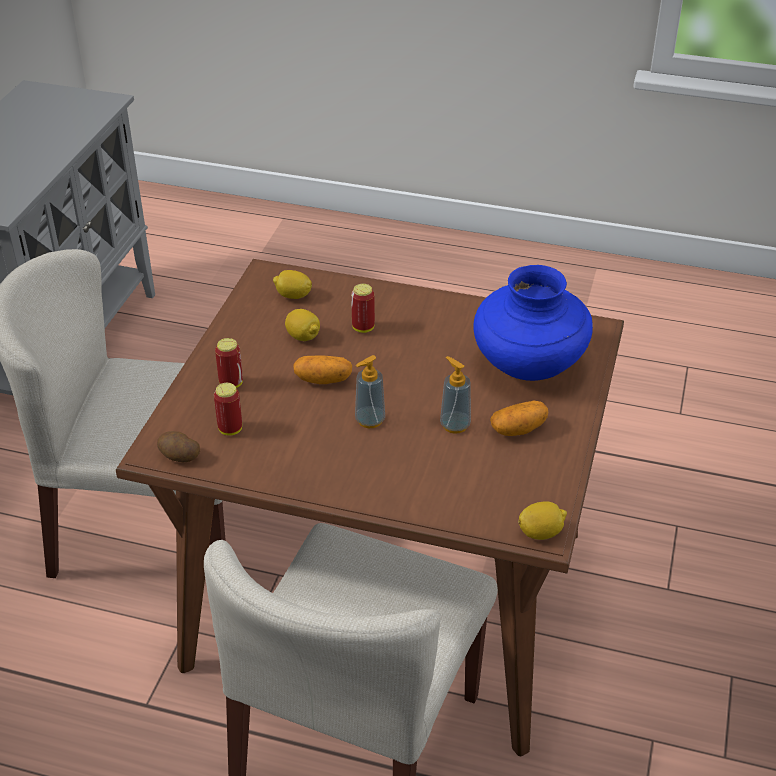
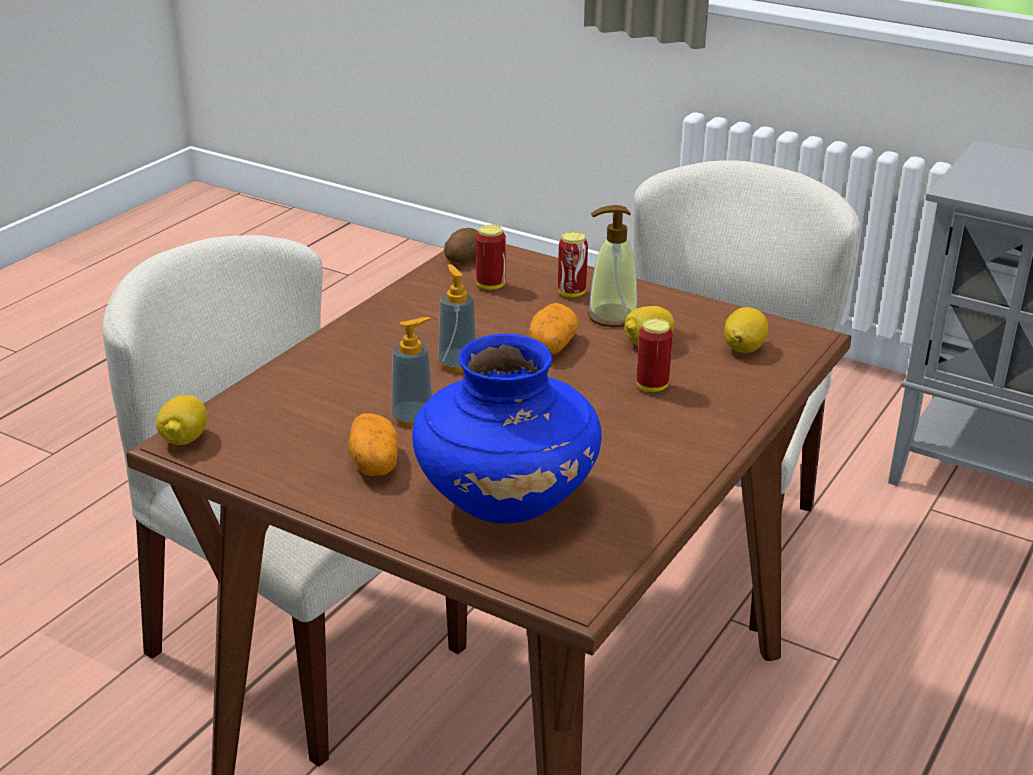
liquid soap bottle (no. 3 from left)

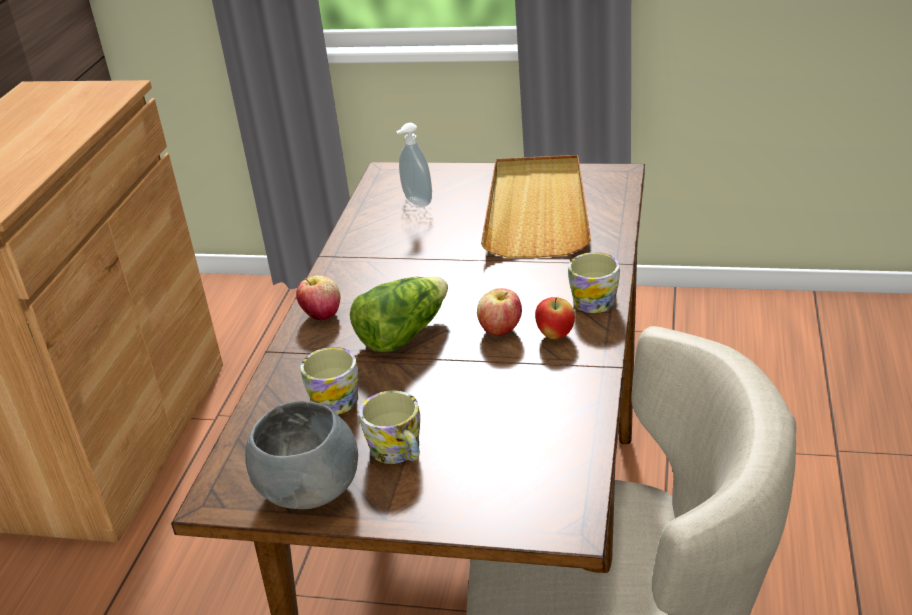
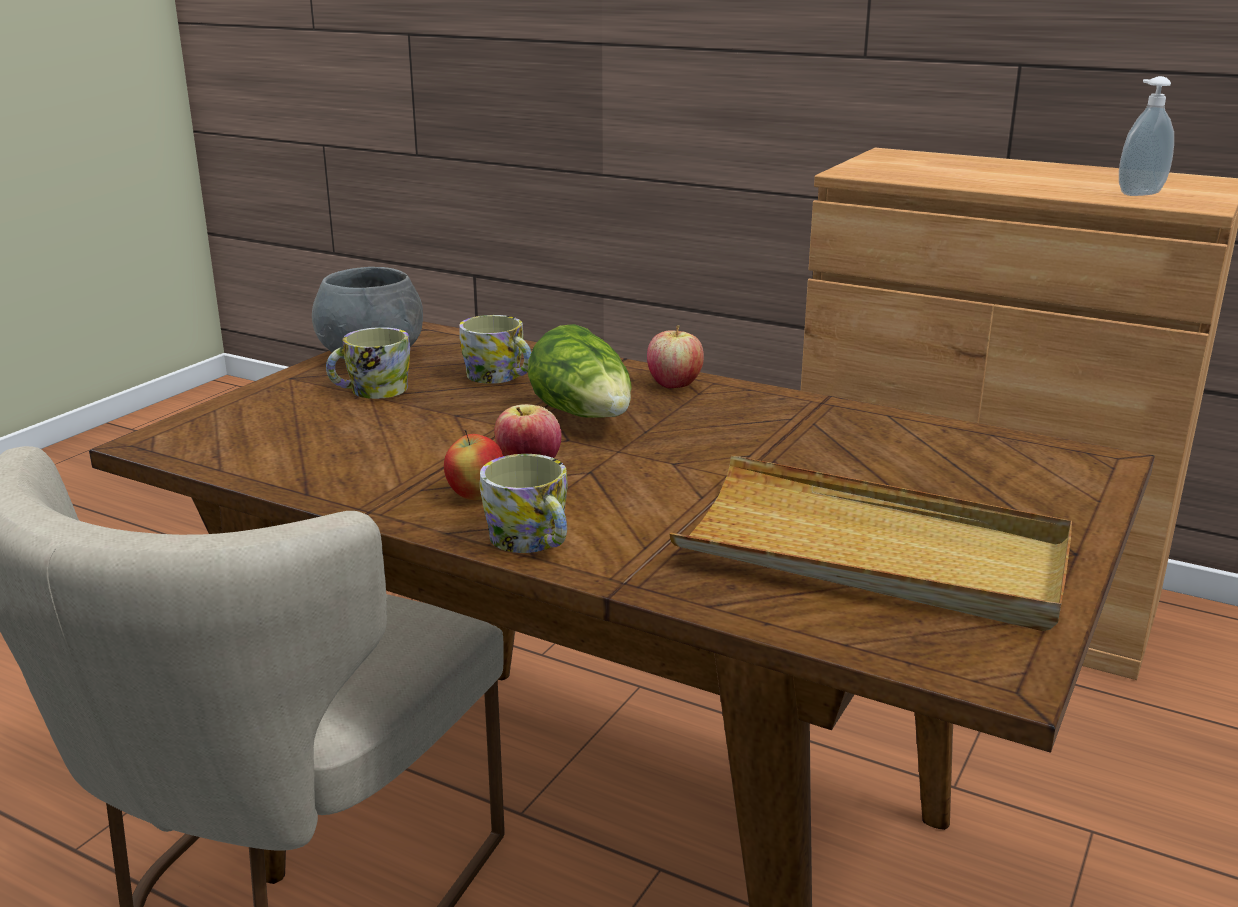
liquid soap bottle

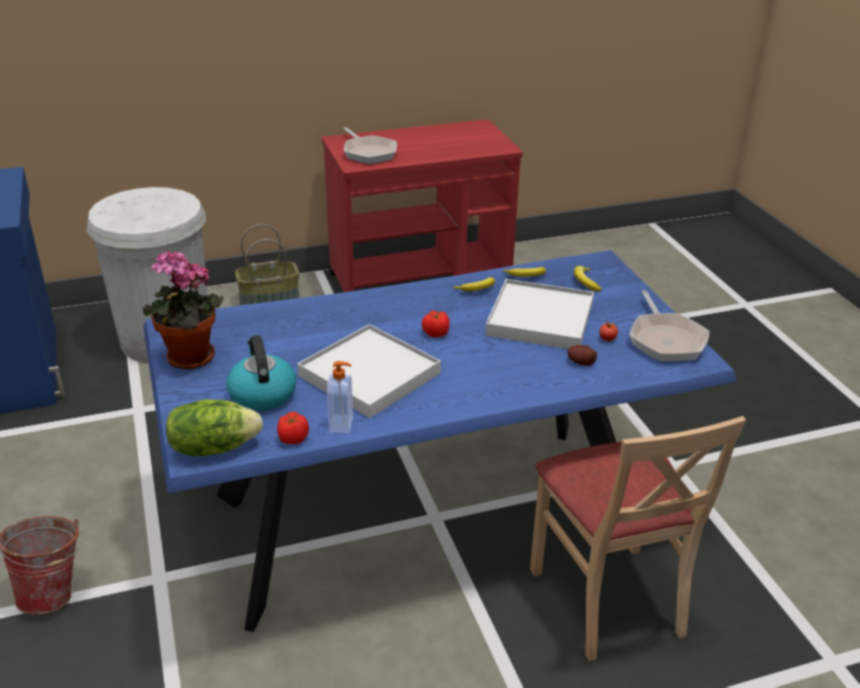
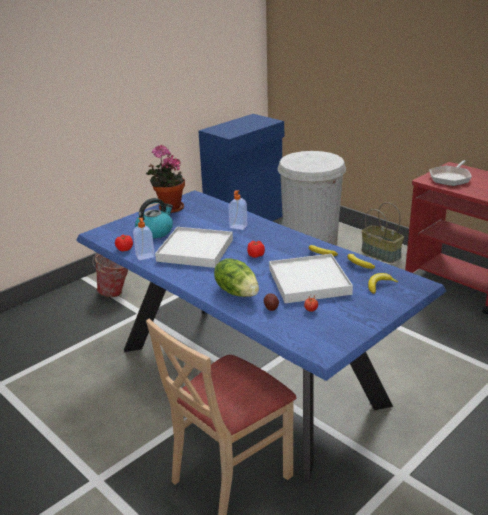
pan (no. 2 from left in the first image)
lettuce
liquid soap bottle (no. 2 from left)

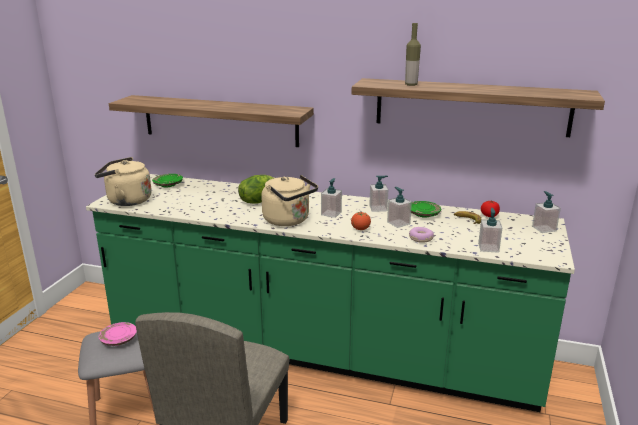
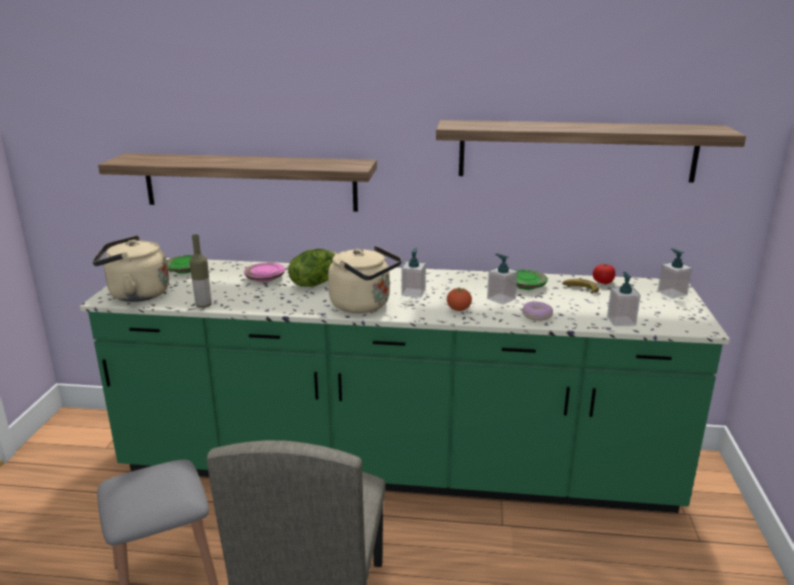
drink bottle
liquid soap bottle (no. 2 from left in the first image)
flat dish (pinkish)

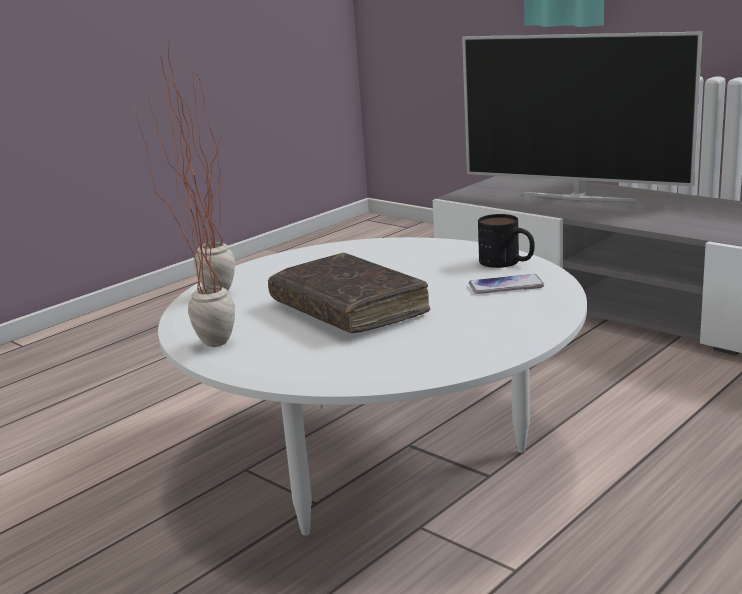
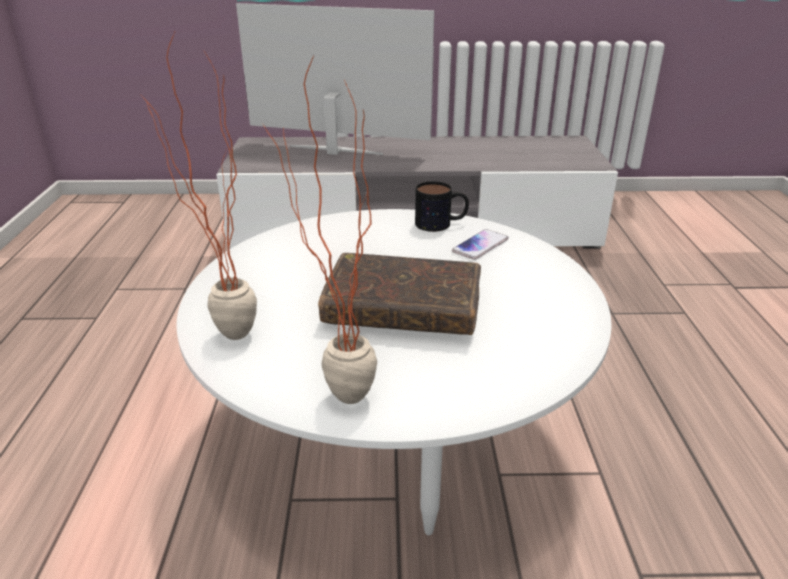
TV set

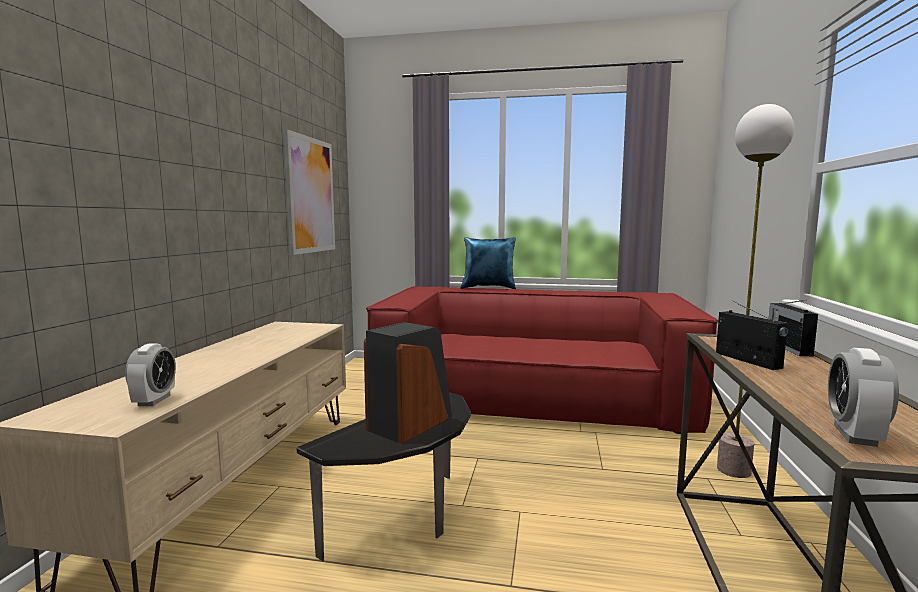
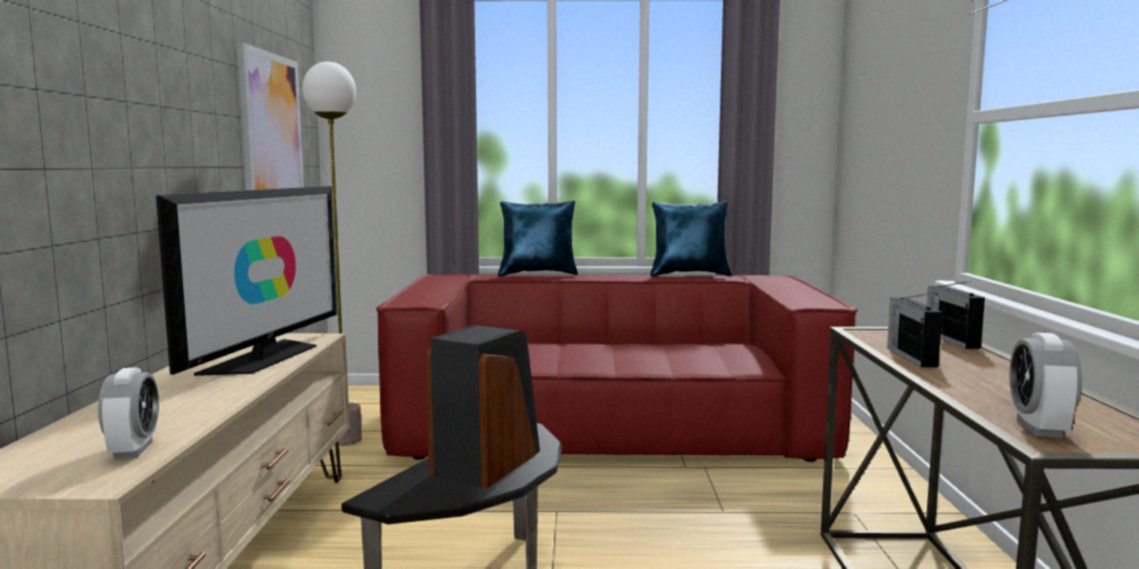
floor lamp
radio set (no. 1 from left)
TV set
pillow (bluish) (no. 2 from left)

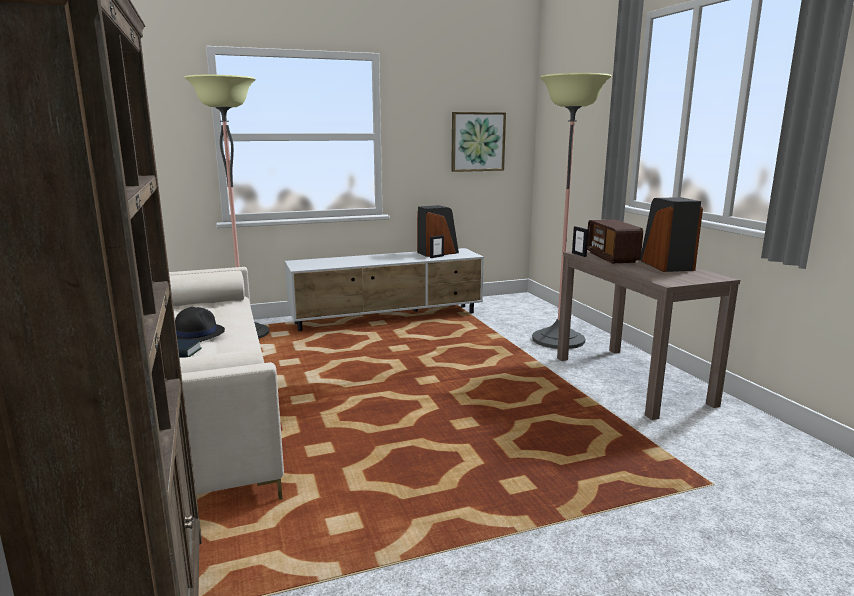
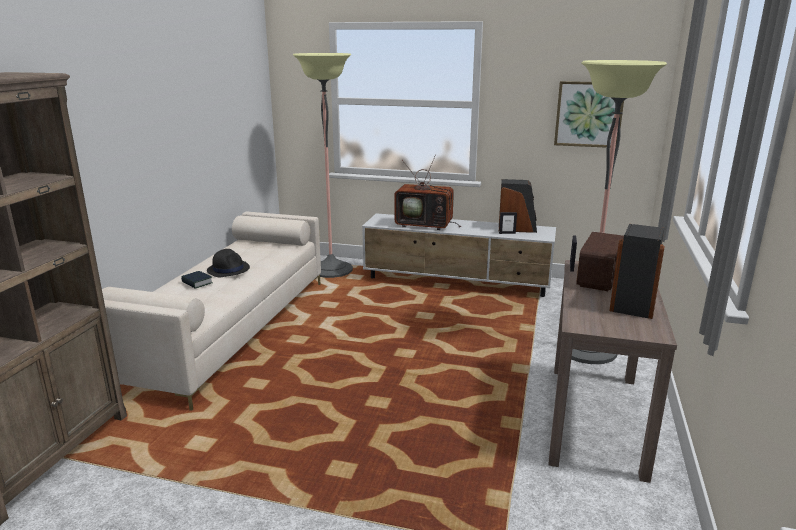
TV set

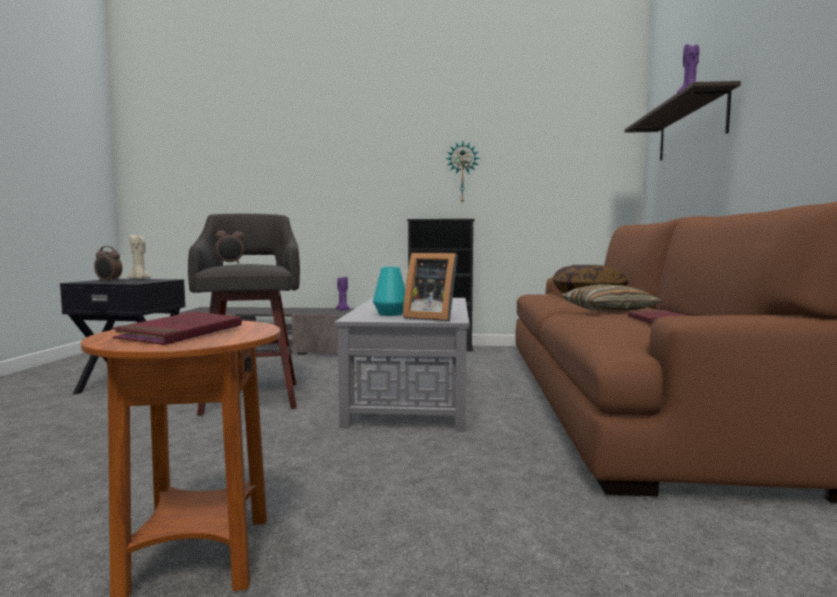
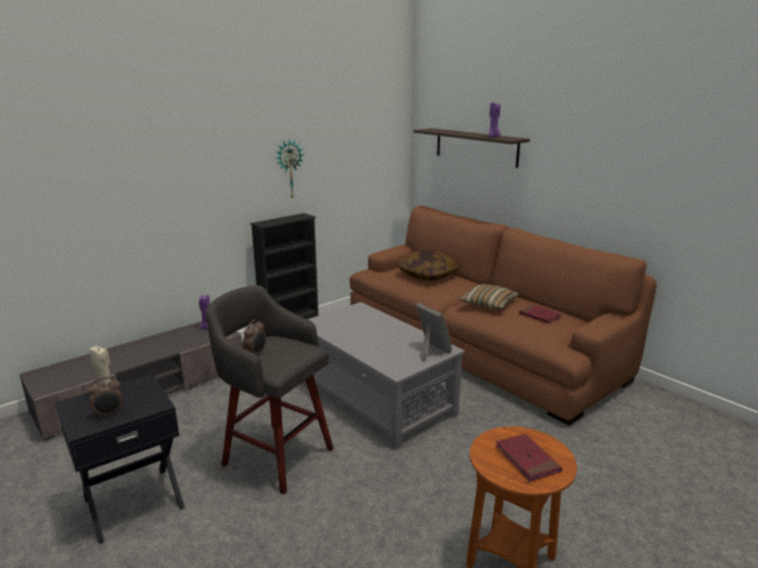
photo frame
decorative vase (turquoise)

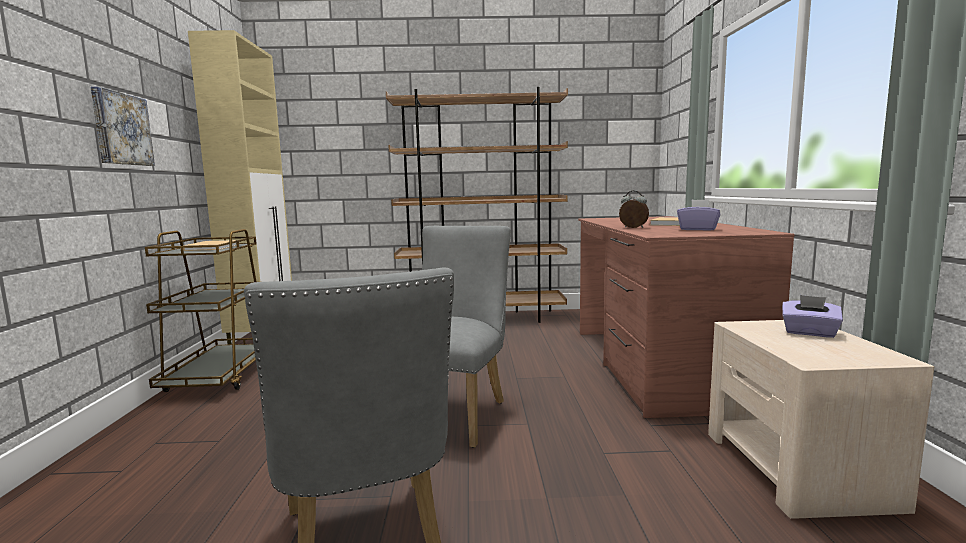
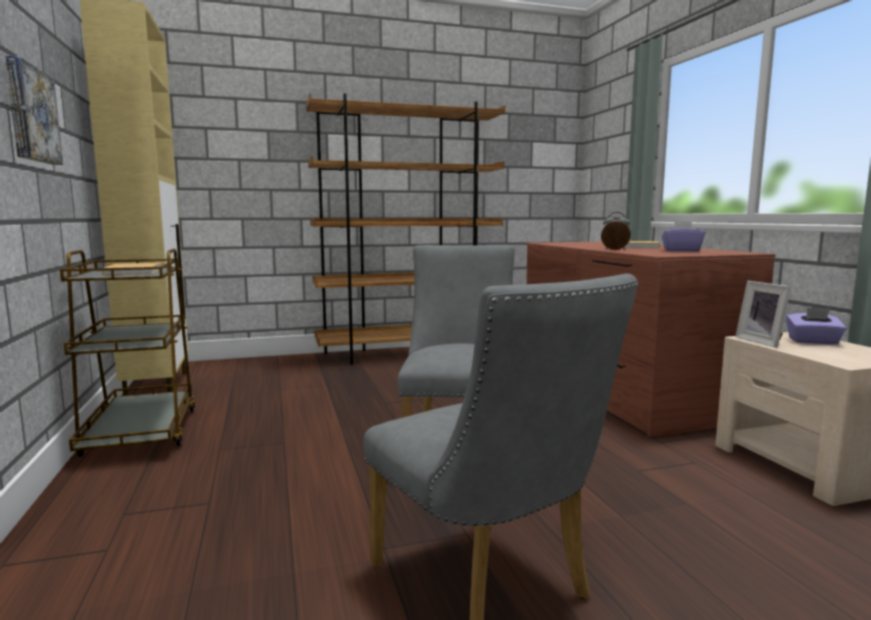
photo frame

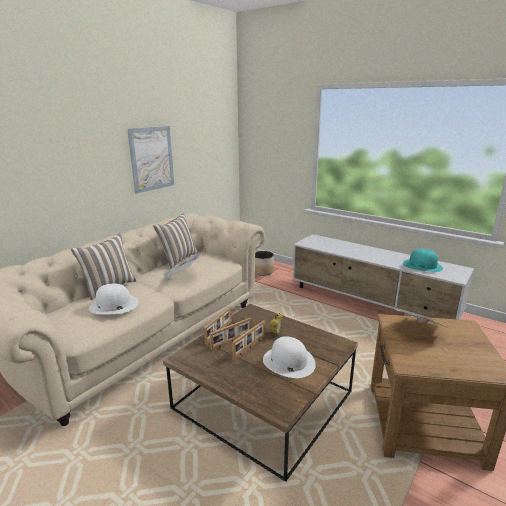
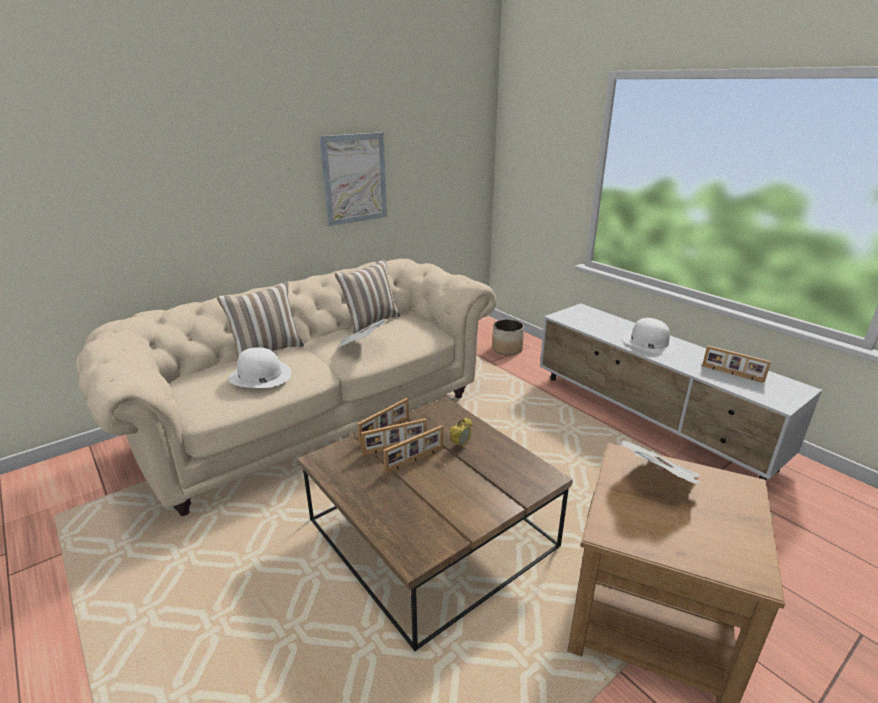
photo frame (no. 4 from left)
wearable hat (whitish) (no. 2 from left)

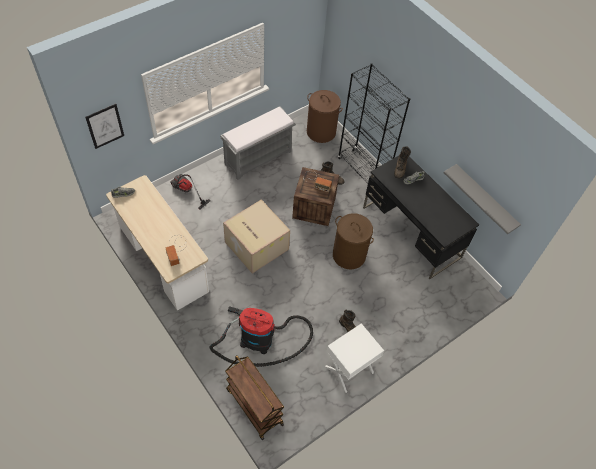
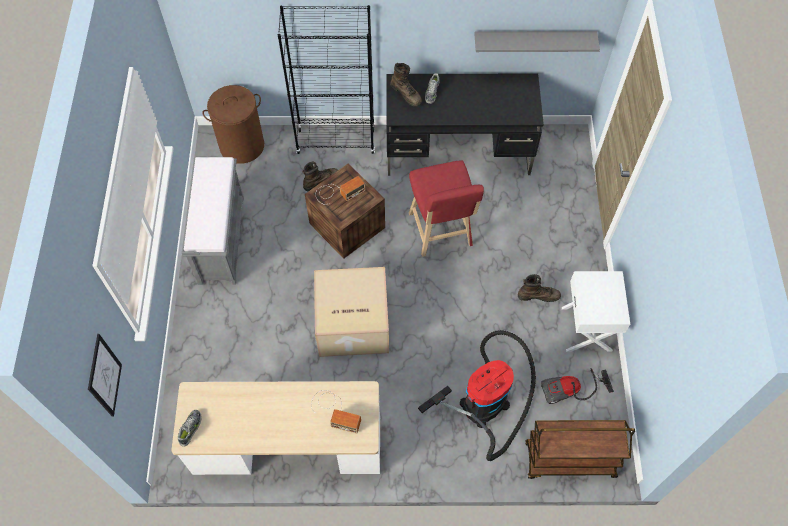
hoover (no. 2 from left)
stool (red)

